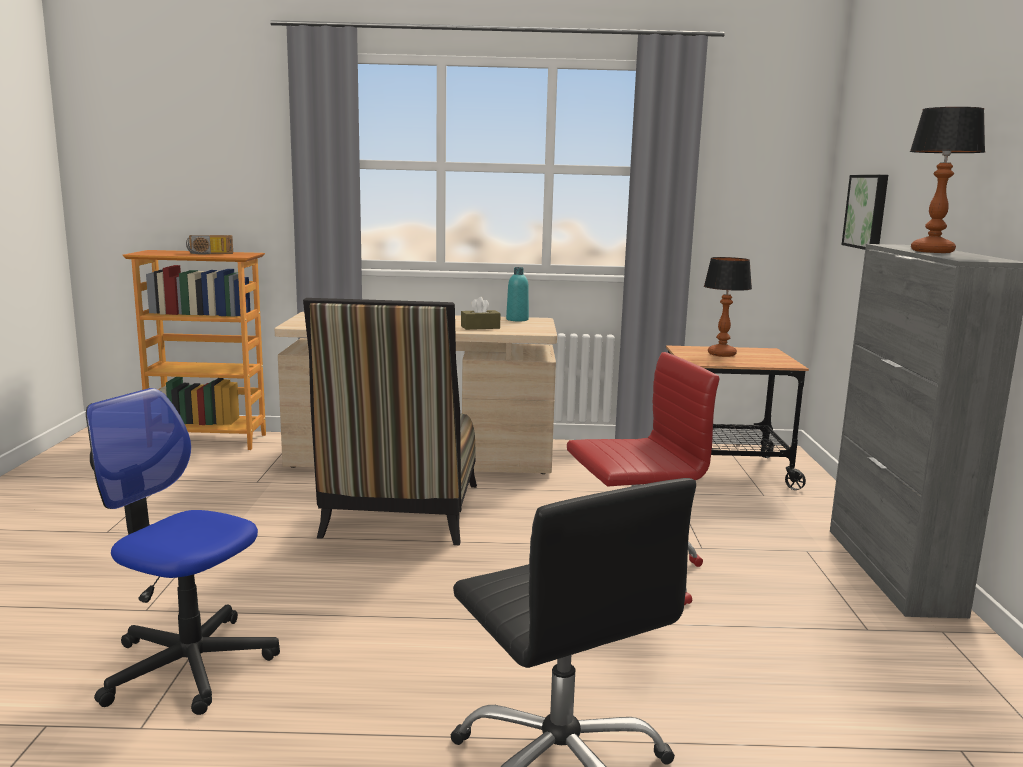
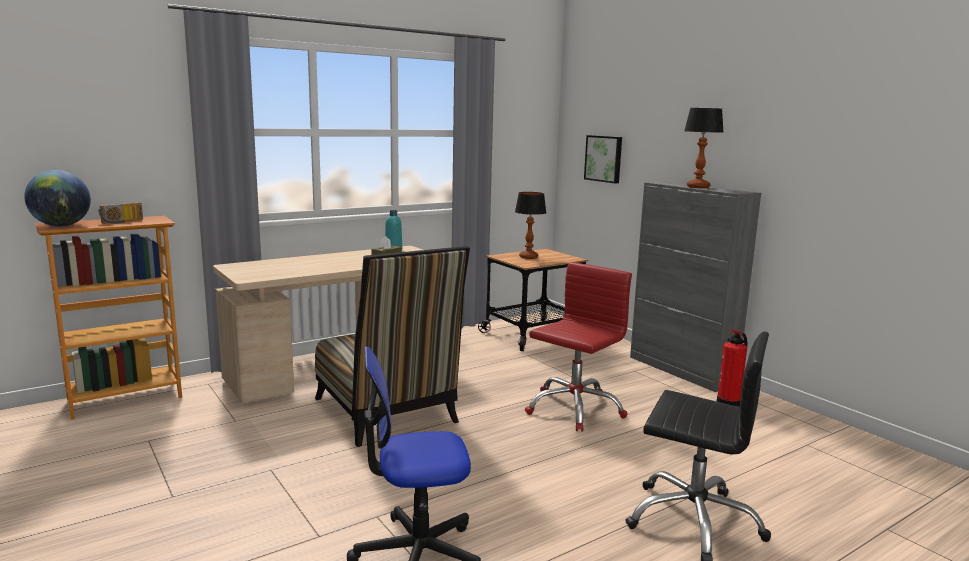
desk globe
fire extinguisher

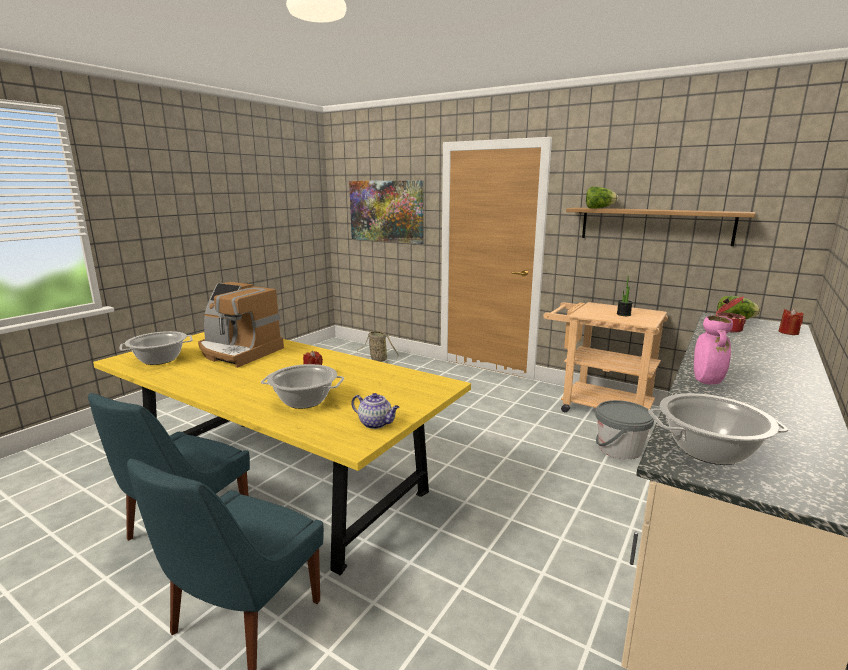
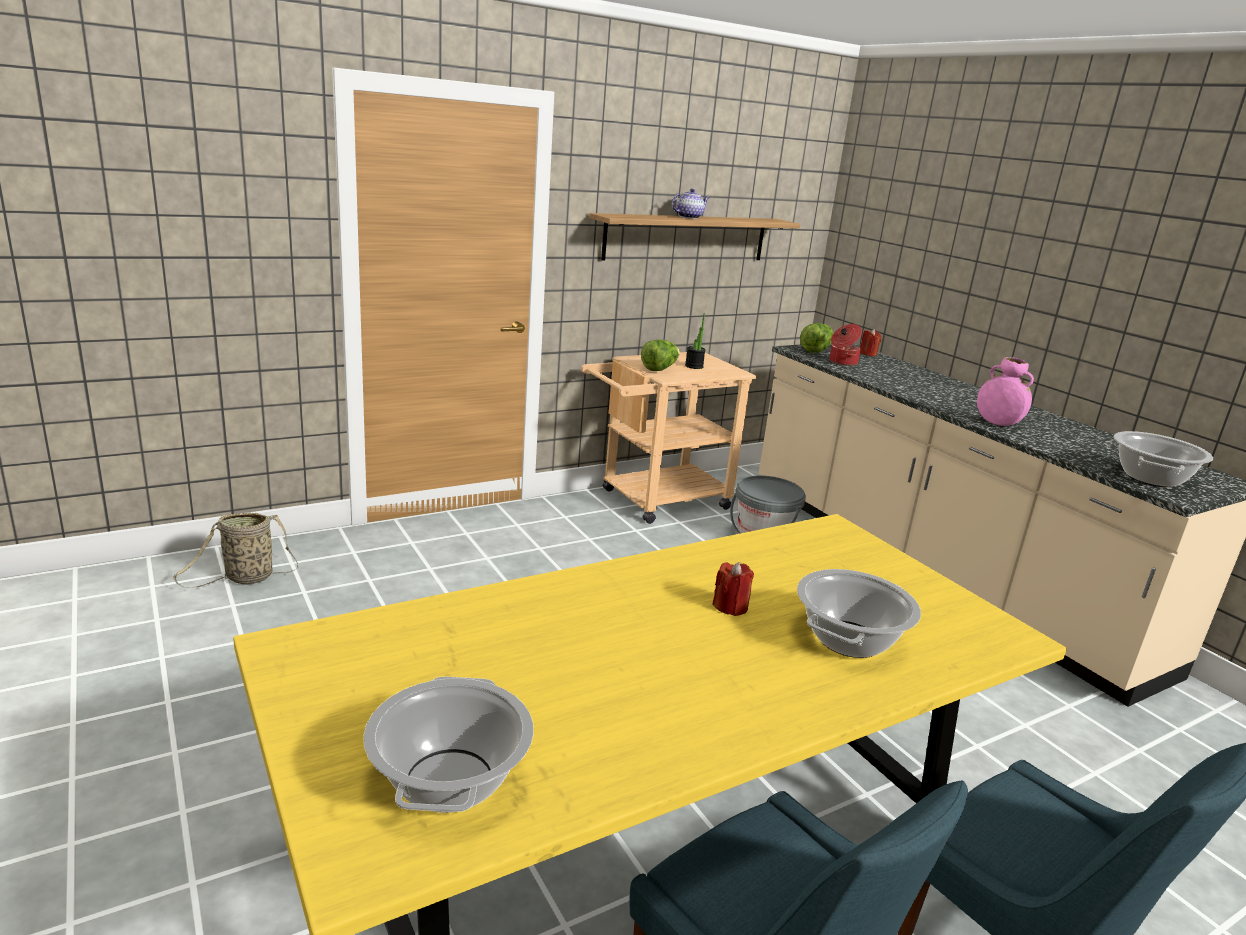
wall art
lettuce (no. 1 from left)
coffee machine
pot for tea

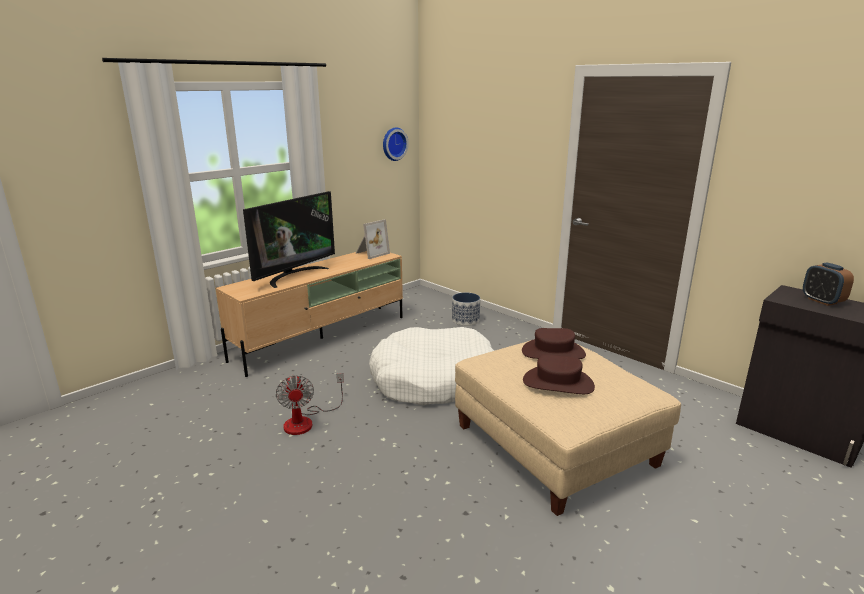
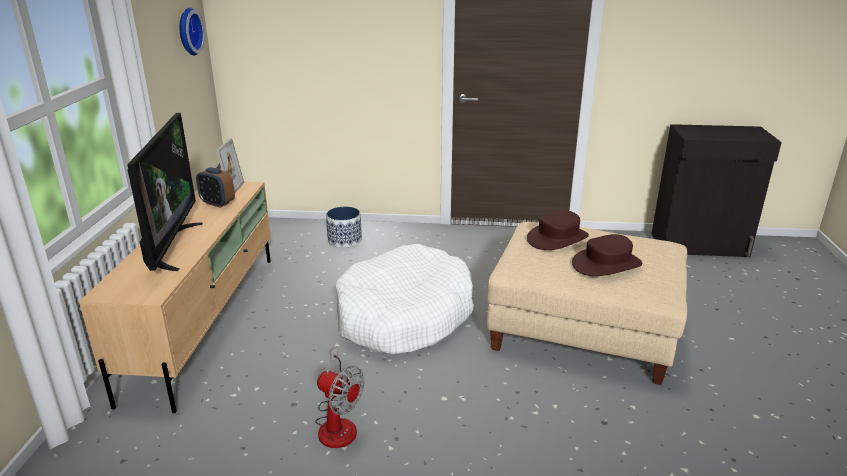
bedside clock

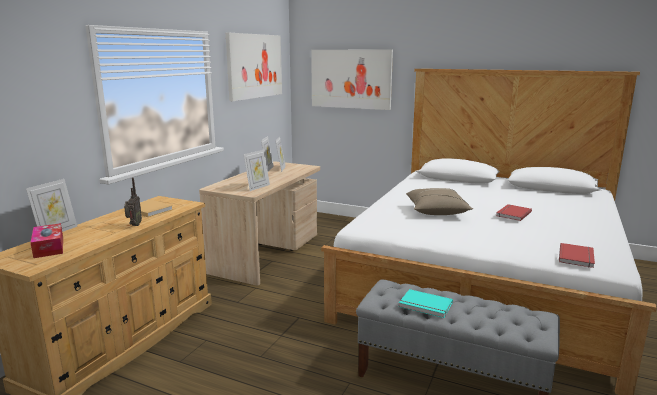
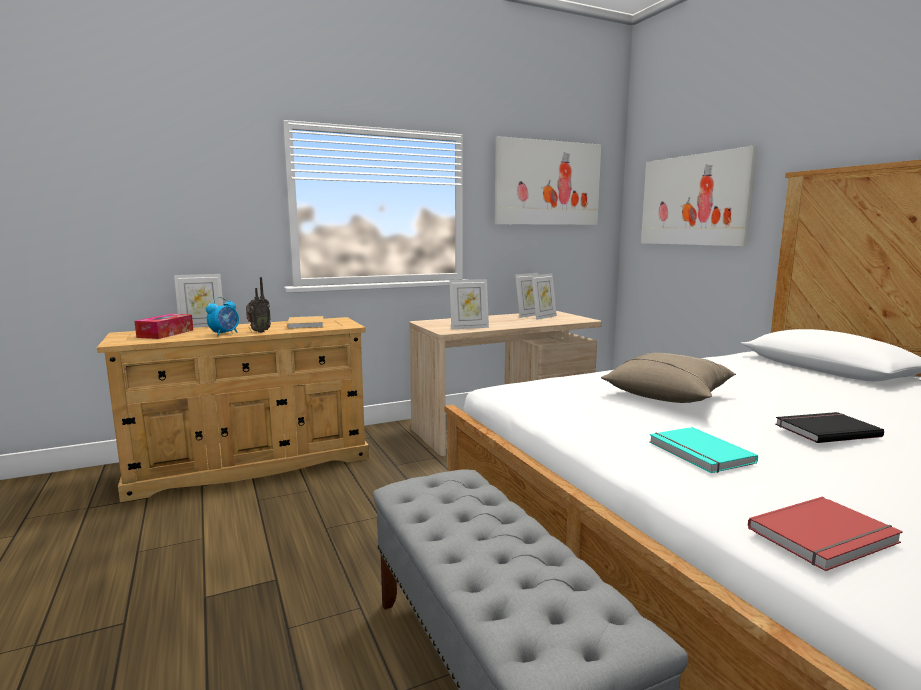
volume (black-coloured)
volume (turquoise)
bedside clock

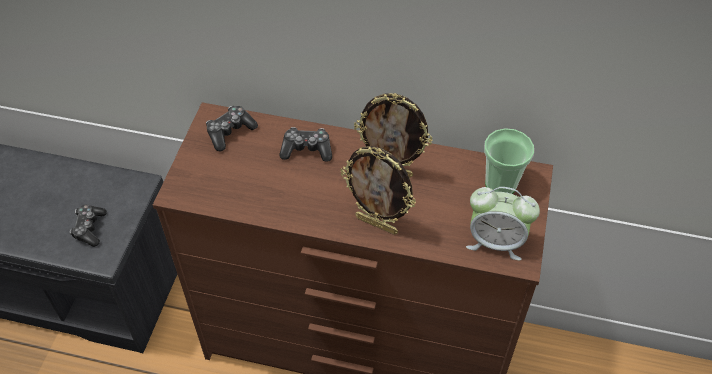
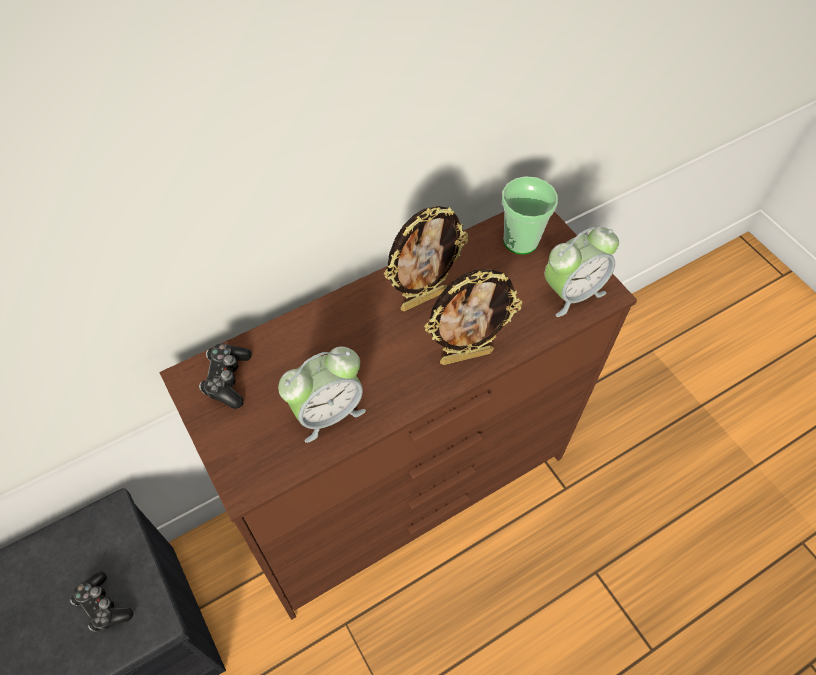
game controller (no. 3 from left in the first image)
bedside clock (no. 1 from left)

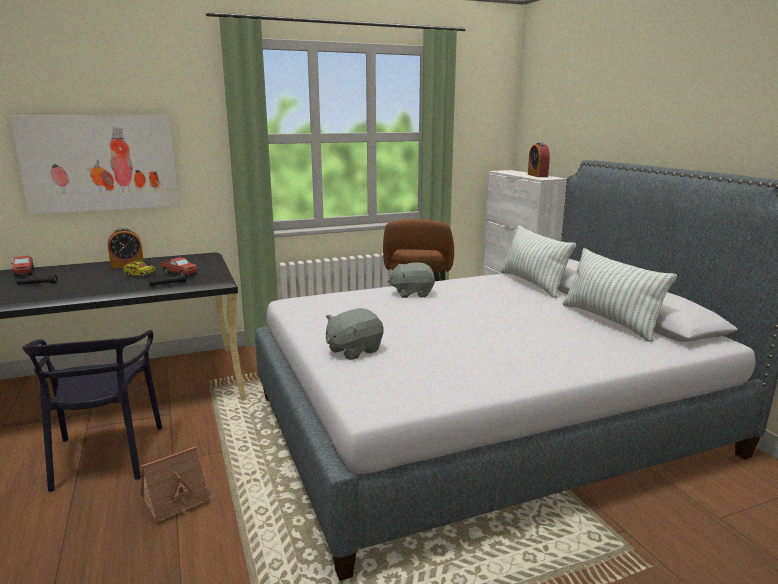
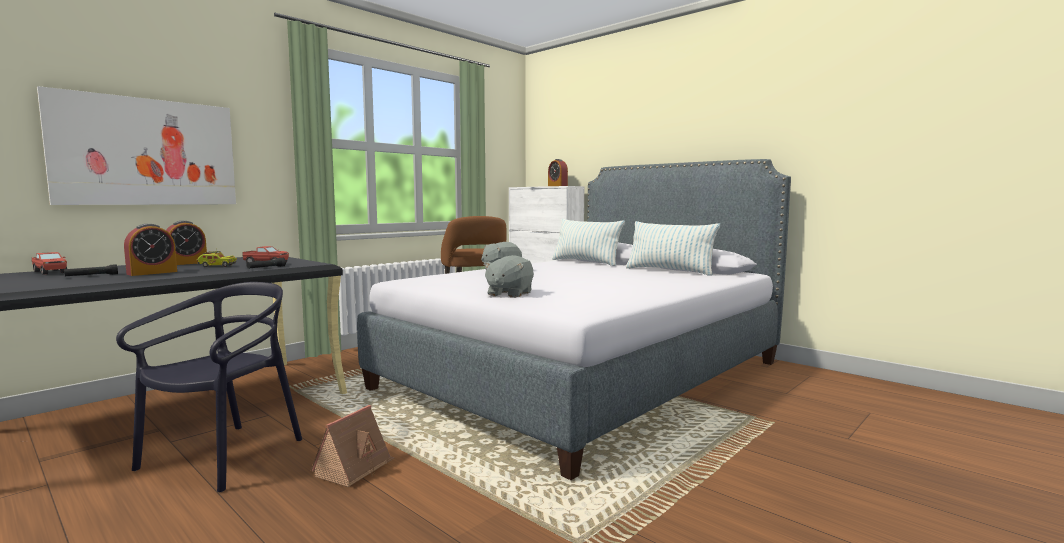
chair (black-coloured)
bedside clock (no. 1 from left)

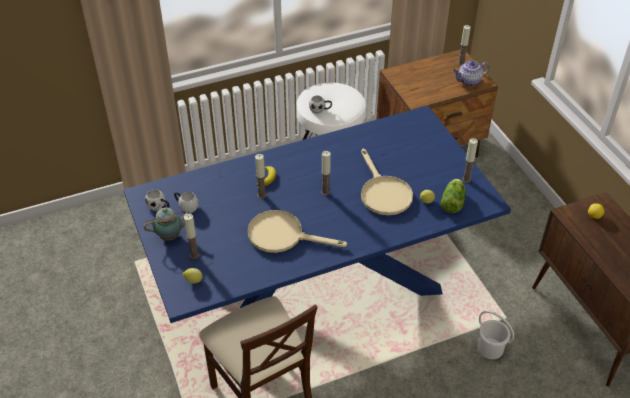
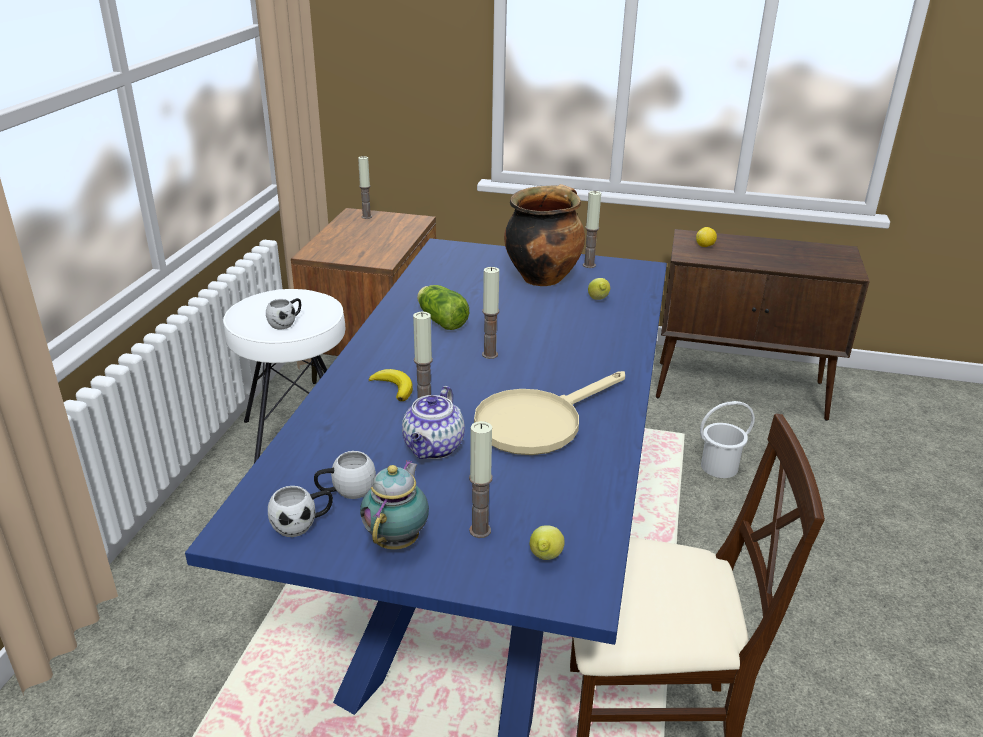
pot for tea (no. 2 from left)
pan (beige-coloured) (no. 2 from left in the first image)
lettuce
stockpot

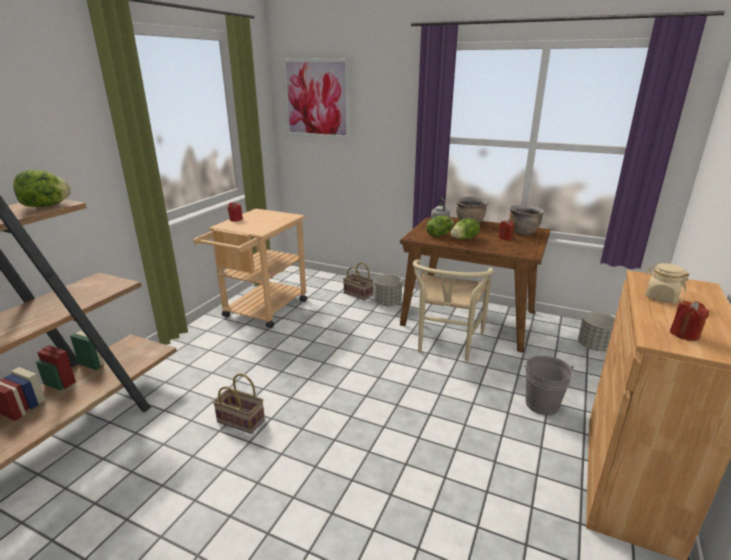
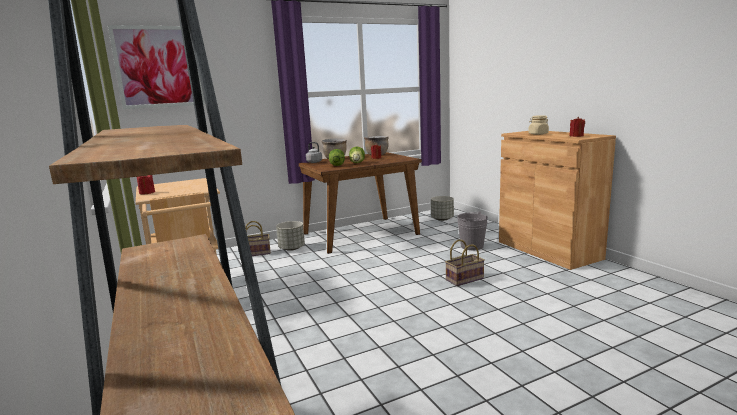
lettuce (no. 1 from left in the first image)
chair (beige-coloured)
household basket (no. 2 from left)

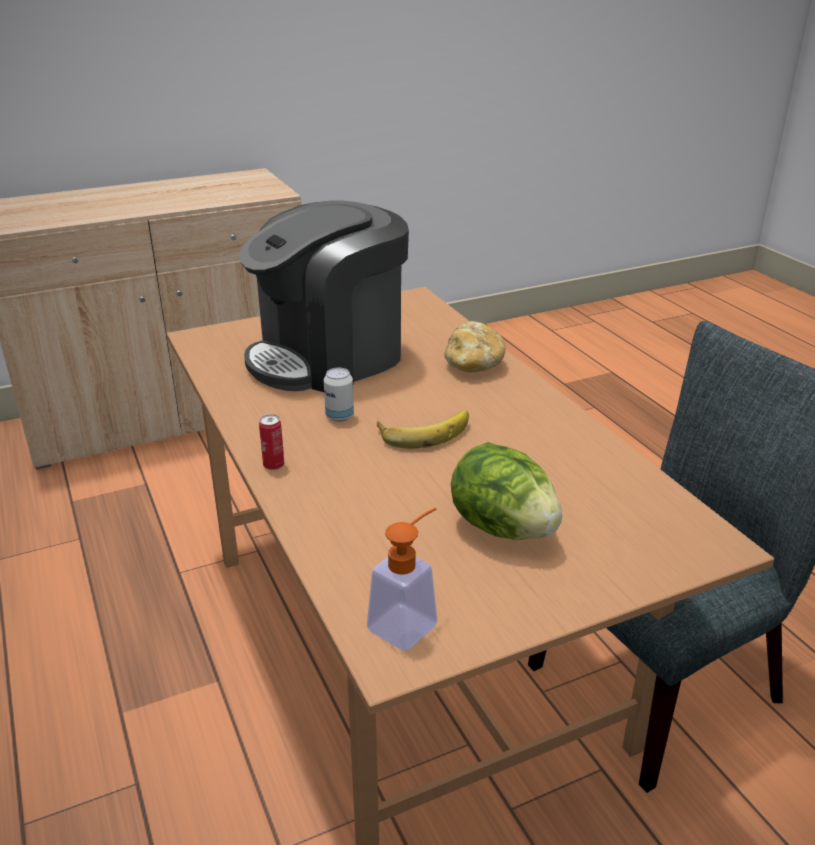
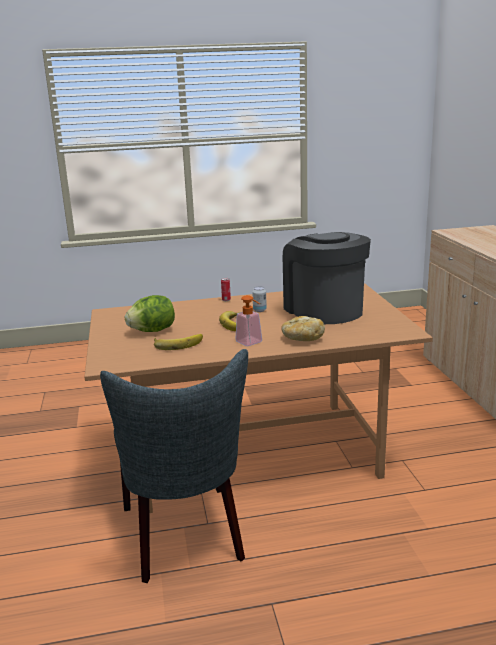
liquid soap bottle
banana fruit (no. 1 from left)

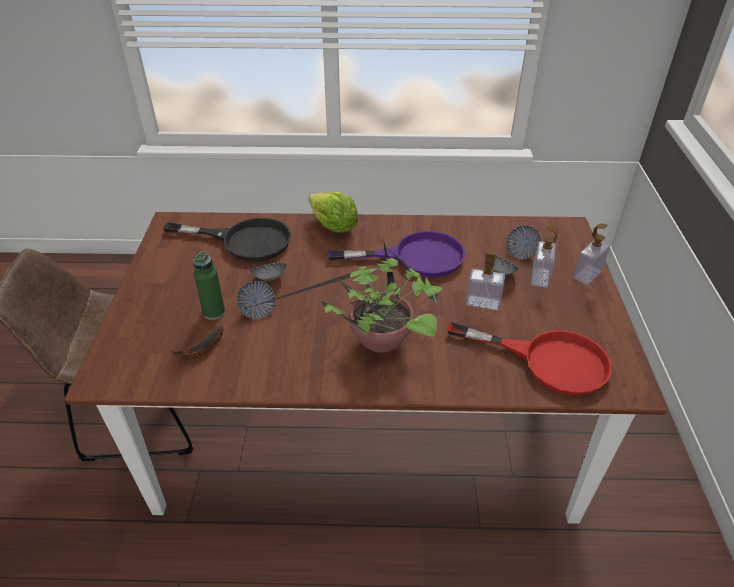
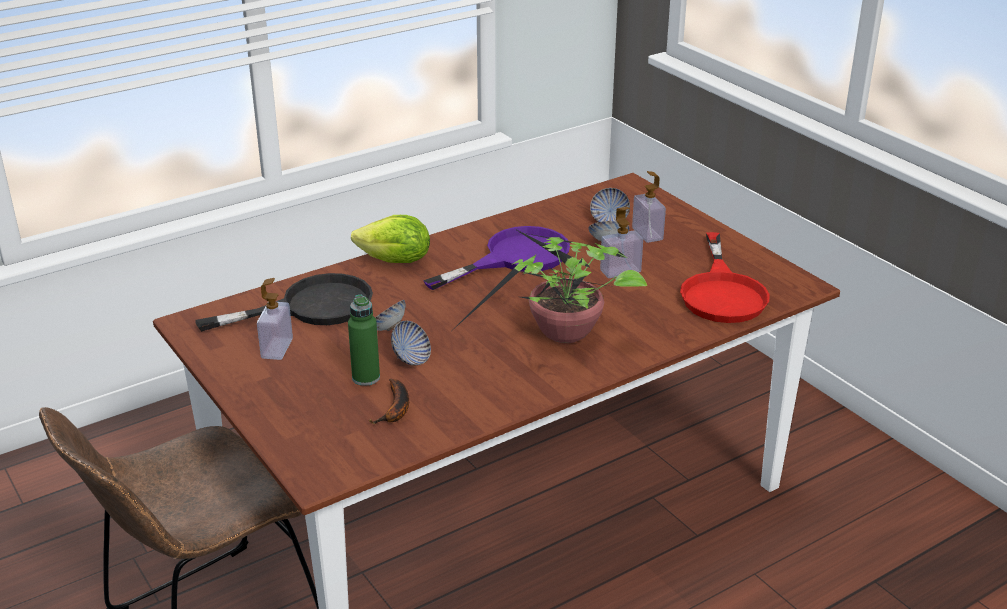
liquid soap bottle (no. 1 from left)
pan (red)

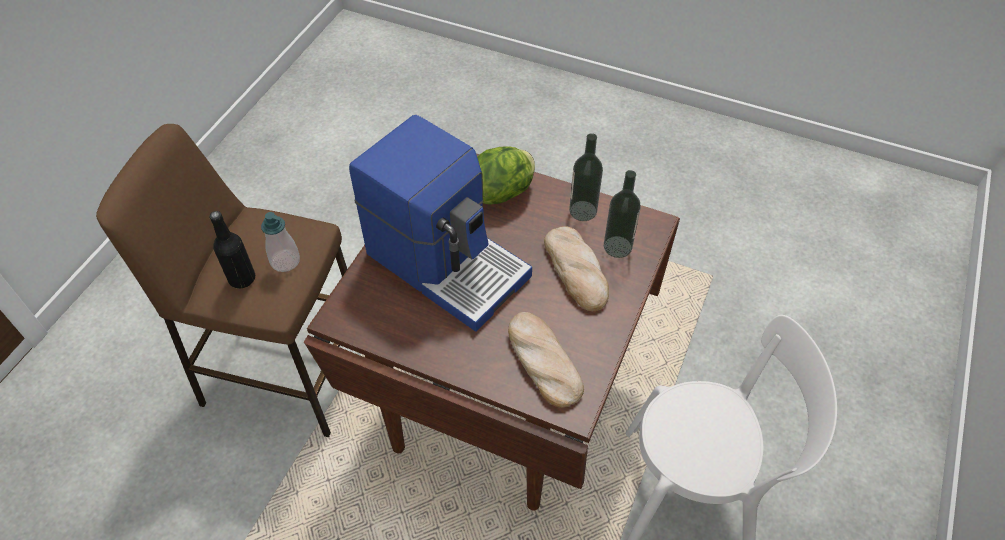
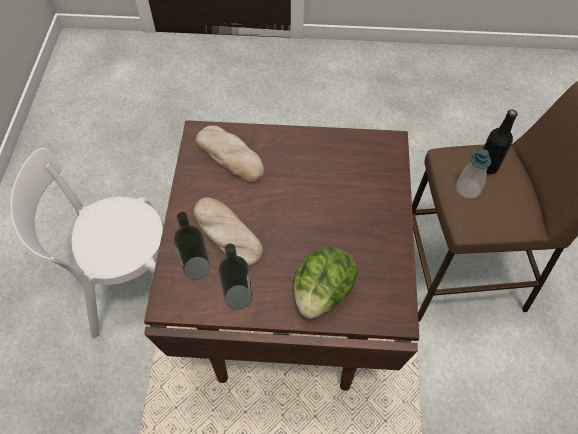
coffee machine

